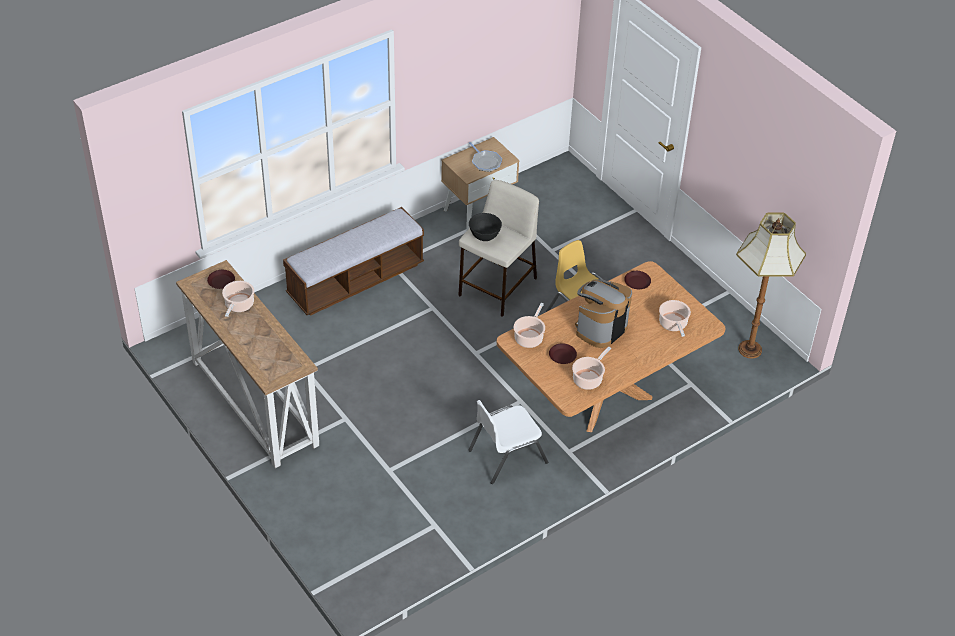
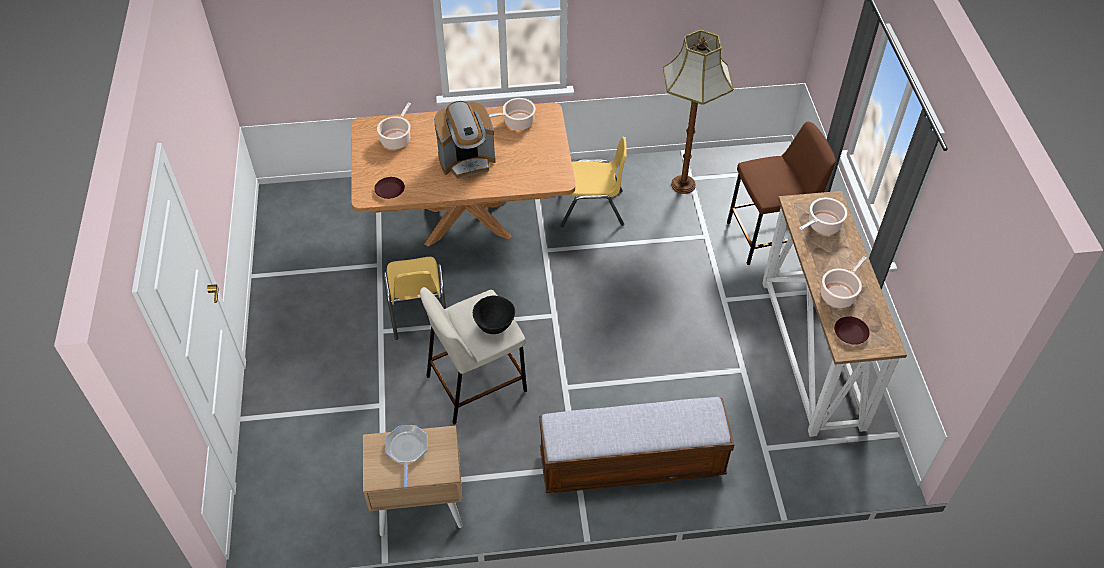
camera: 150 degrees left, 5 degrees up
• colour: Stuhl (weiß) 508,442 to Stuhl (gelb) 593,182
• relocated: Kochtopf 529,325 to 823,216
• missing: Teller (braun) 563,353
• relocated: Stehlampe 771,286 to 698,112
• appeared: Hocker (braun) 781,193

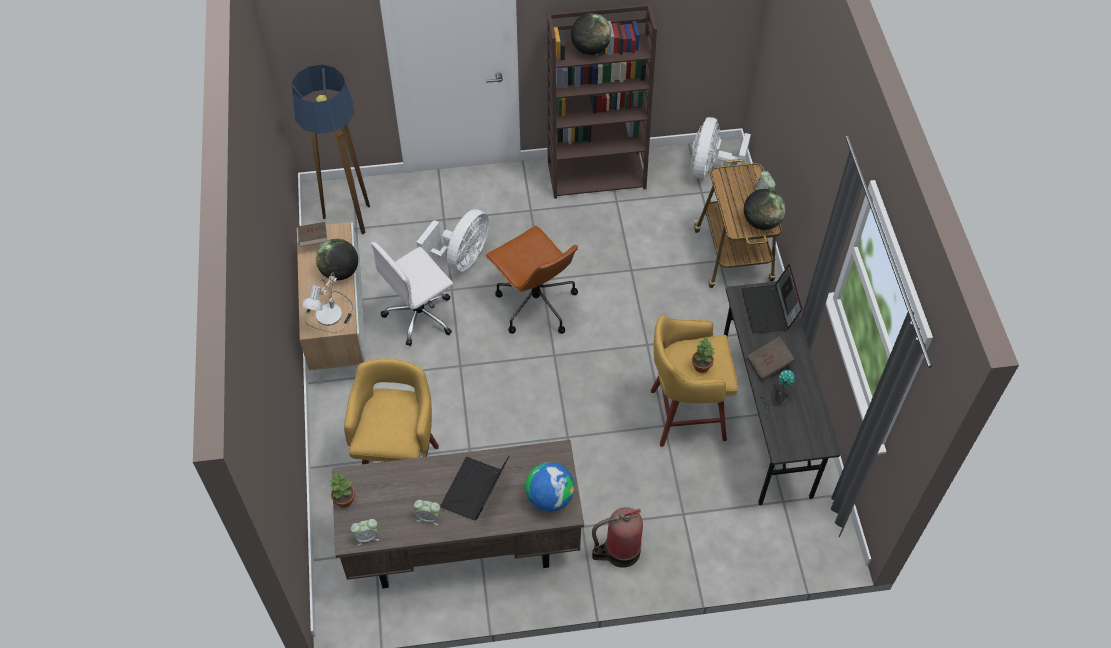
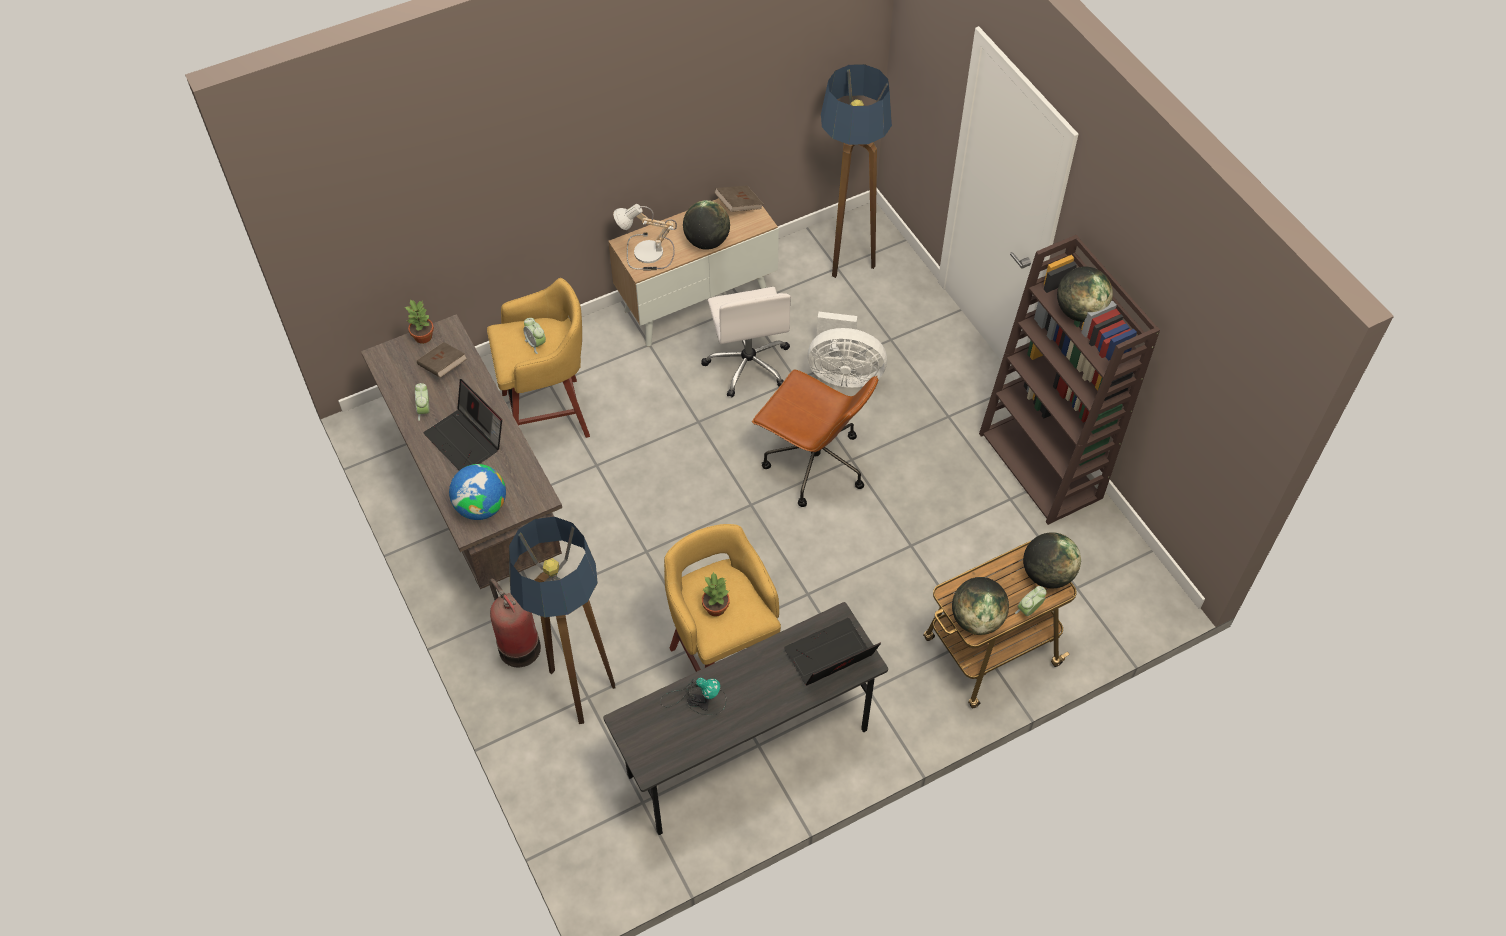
camera: 70 degrees right, 0 degrees up
• relocated: Wecker 365,532 to 534,336
• spun: Bürostuhl (weiß) 412,294 = 746,342 135 degrees counterclockwise
• spun: Laptop 474,488 = 462,424 135 degrees counterclockwise
• spun: Bürostuhl (braun) 531,280 = 815,438 90 degrees counterclockwise
• missing: Ventilator (weiß) 721,148
• relocated: Buch (braun) 771,358 to 442,360
• appeared: Stehlampe 562,620
• appeared: Globus 1052,560

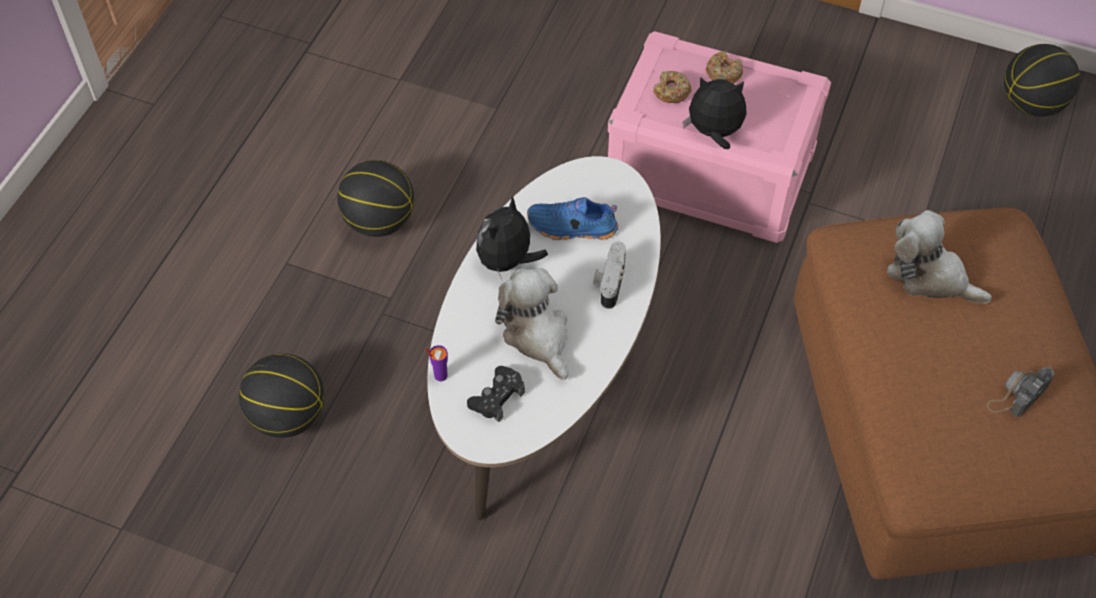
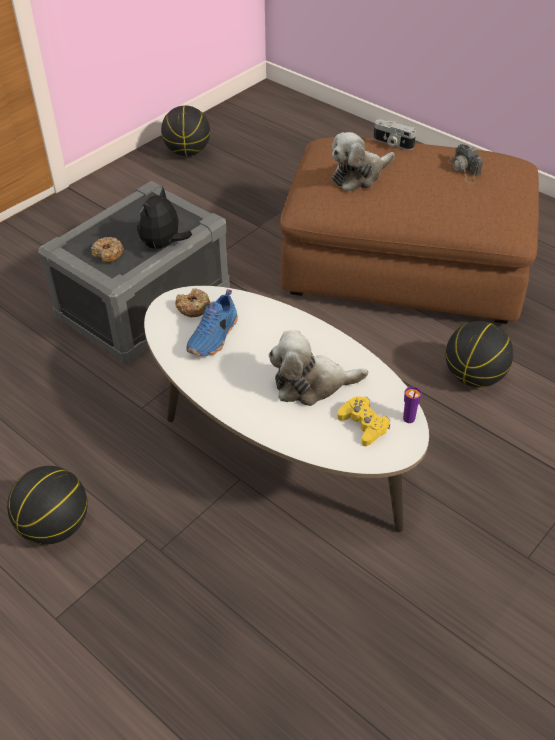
camera: 70 degrees left, 10 degrees down
• relocated: Basketball 282,395 to 480,354
• relocated: Tasse (lila) 436,363 to 412,405
• colour: Gamepad (schwarz) 496,394 to Gamepad (gelb) 364,421
• missing: Plüschtier 512,237
• relocated: Kamera 609,275 to 395,135
• colour: Aufbewahrungsbox (rosa) 719,137 to Aufbewahrungsbox (grau) 134,272
• relocated: Donut 724,67 to 193,302

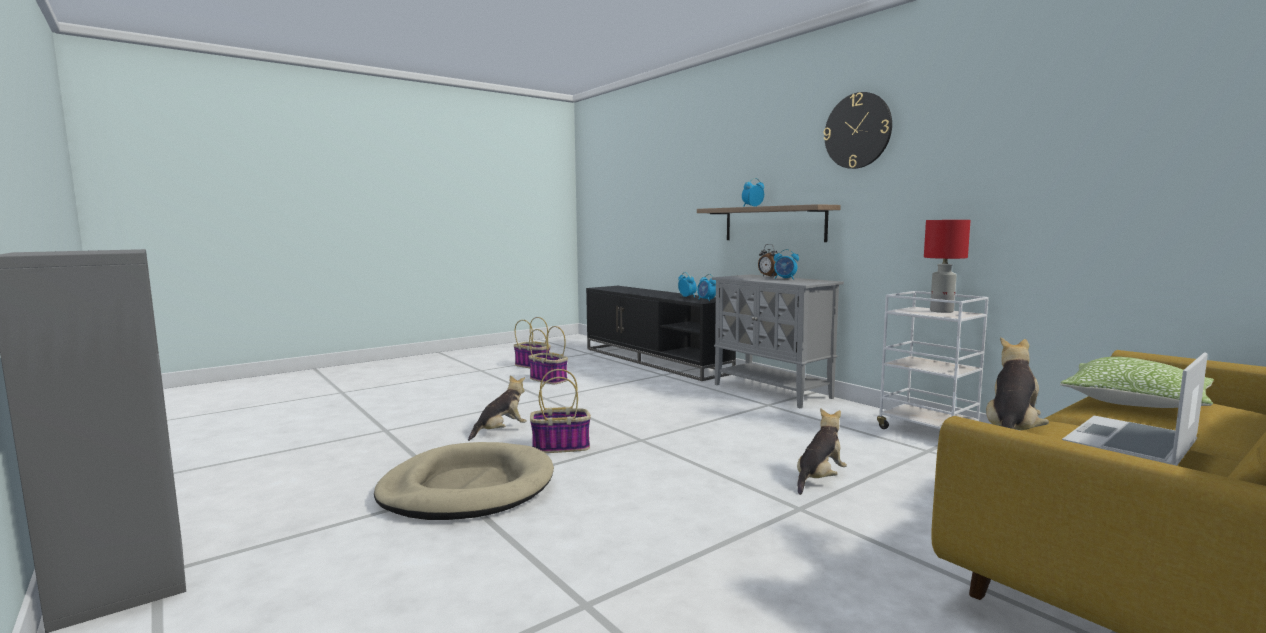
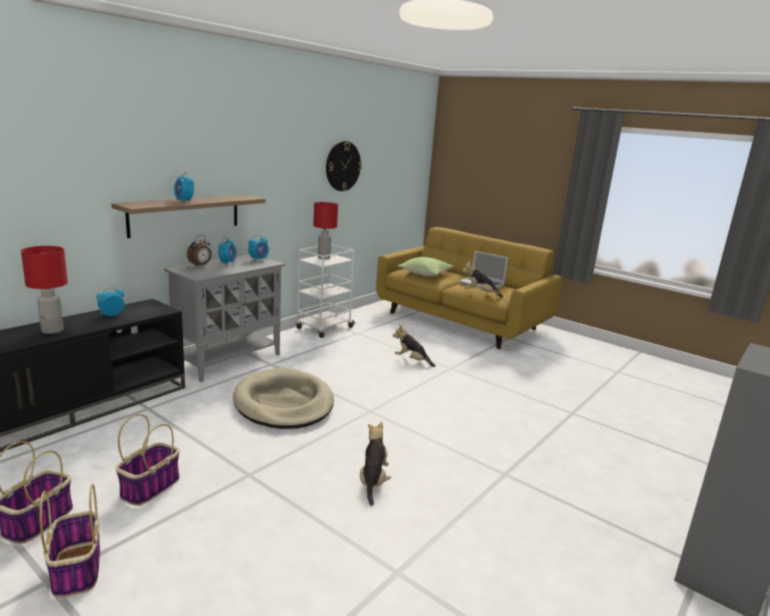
camera: 105 degrees left, 10 degrees up
• relocated: Hundebett (beige) 464,481 to 283,398
• spun: Plüschtier 497,408 = 375,464 60 degrees clockwise
• relocated: Korb 560,411 to 69,541
• relocated: Wecker 706,287 to 258,247
• relocated: Wanduhr 858,130 to 344,166
• appeared: Tischlampe (rot) 44,290

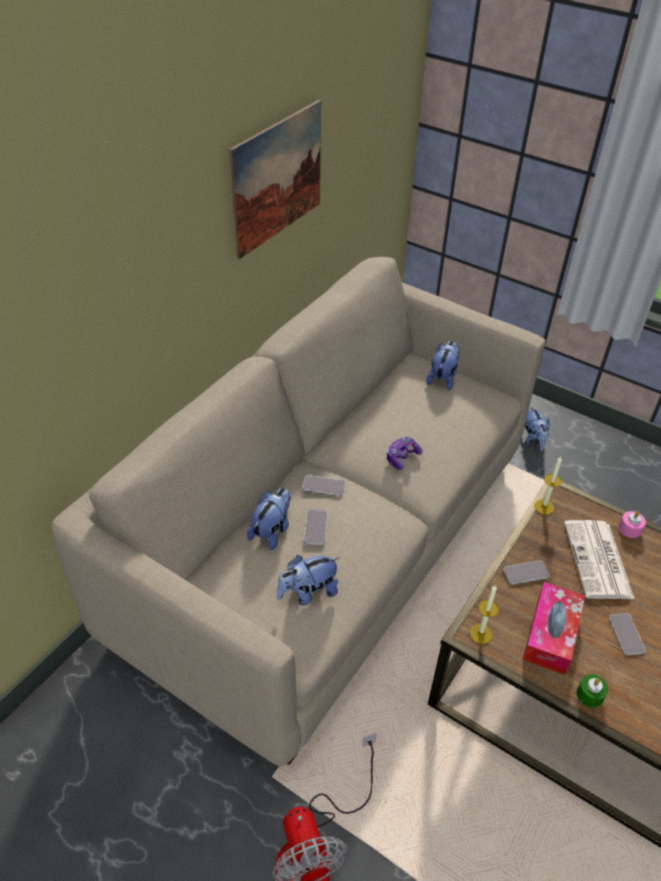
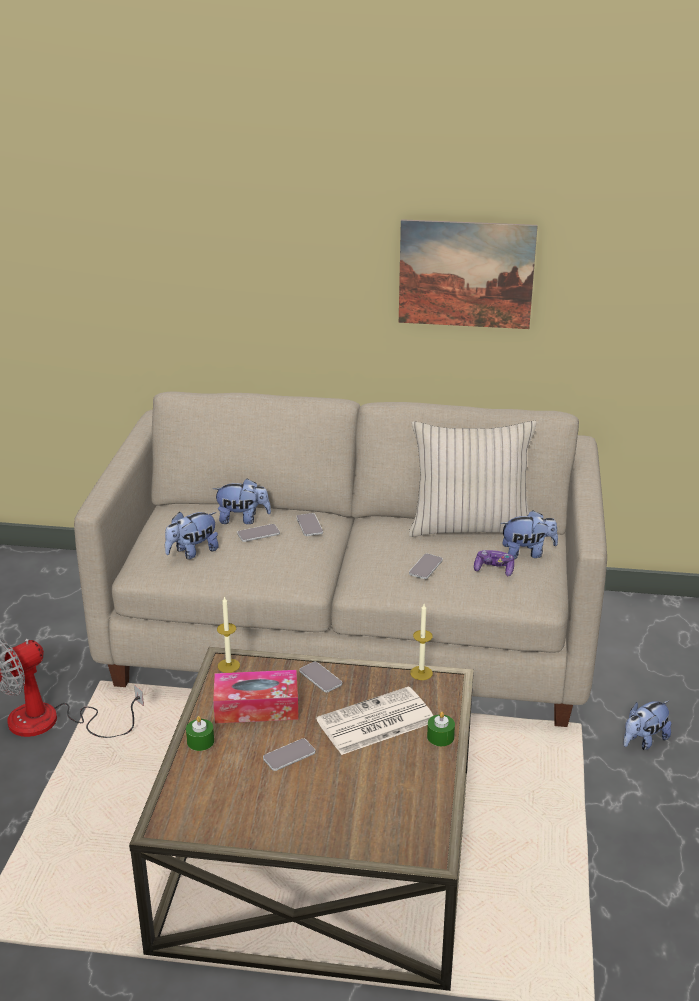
camera: 65 degrees right, 15 degrees down
• spun: Plüschtier 308,580 = 192,535 75 degrees counterclockwise
• relocated: Gamepad 404,453 to 494,563
• colour: Kerze (rosa) 632,524 to Kerze (grün) 441,729
• appeared: Kissen (beige) 473,479
• appeared: Handy 426,566

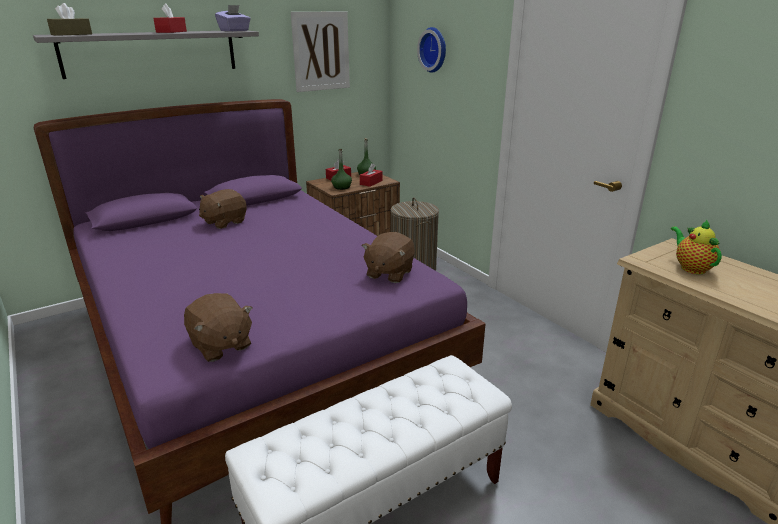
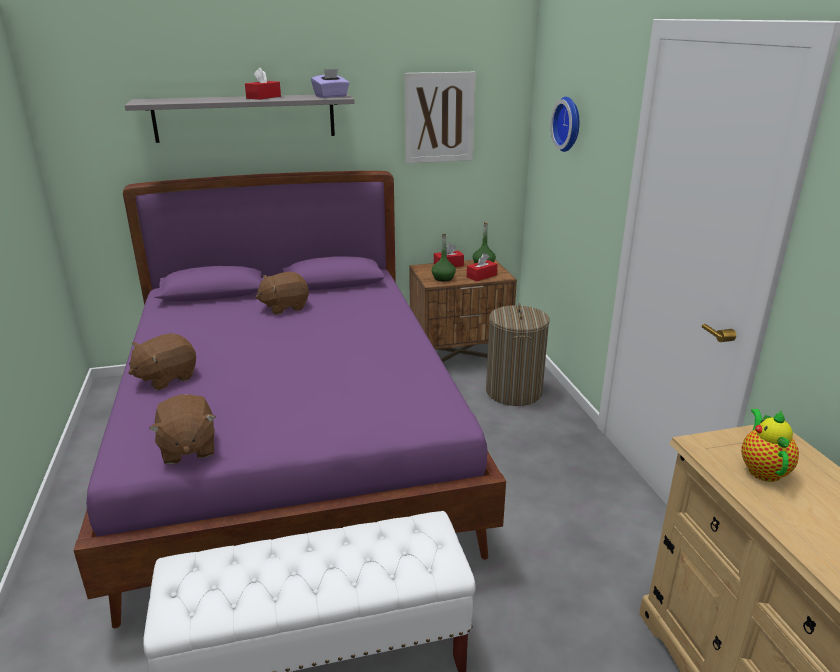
camera: 20 degrees right, 0 degrees up
• missing: Taschentuchbox (braun) 69,19
• relocated: Plüschtier (braun) 388,257 to 162,361

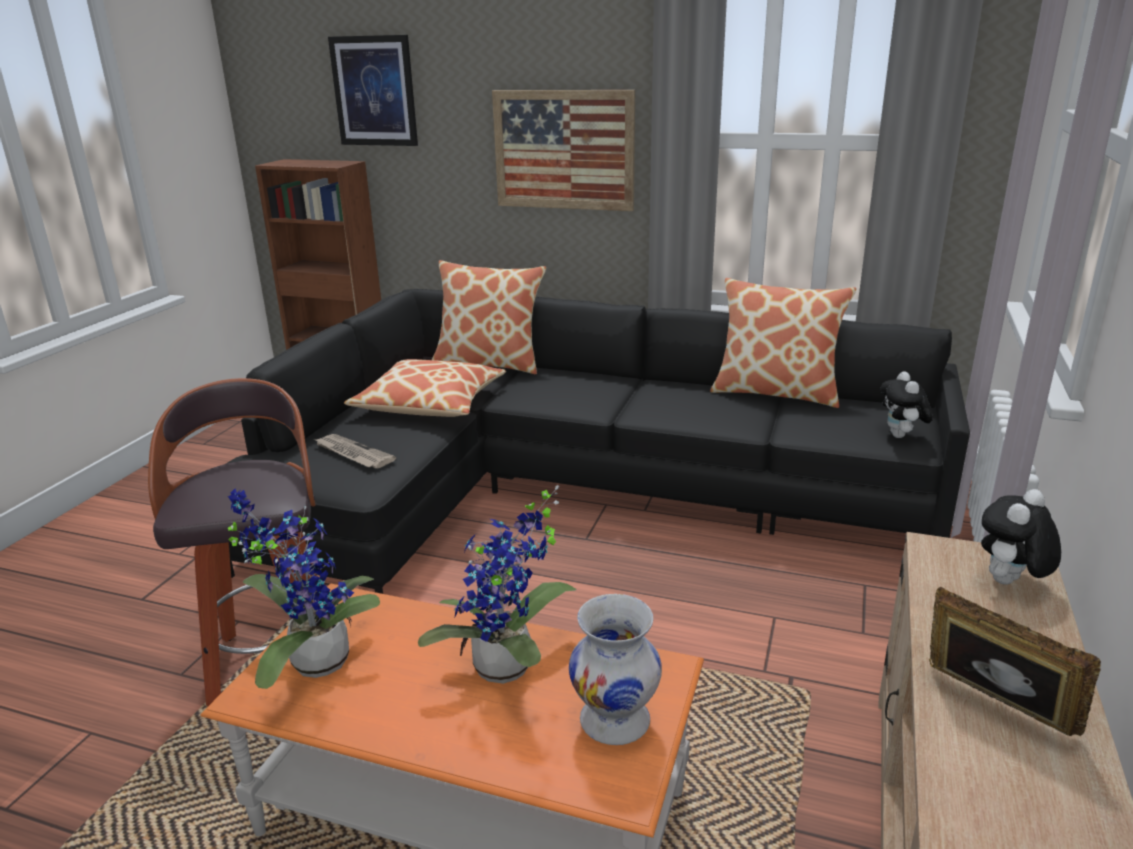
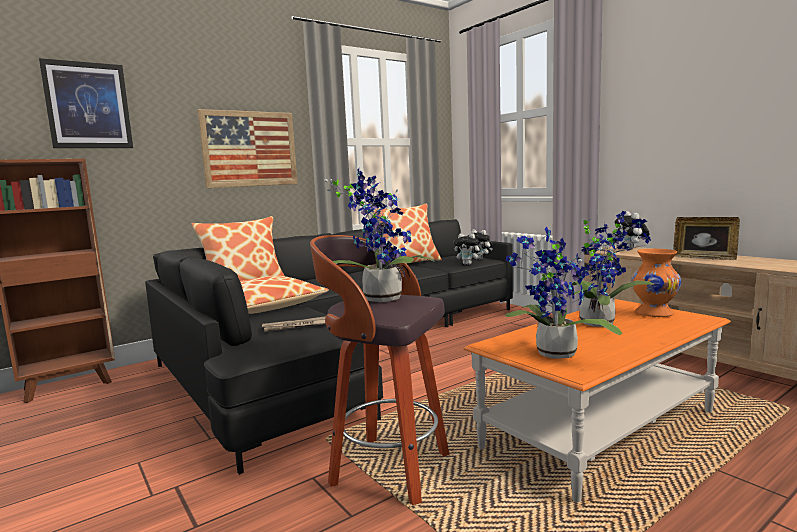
camera: 55 degrees left, 15 degrees down
• colour: Vase (weiß) 615,669 to Vase (orange) 656,283
• spun: Bilderrahmen 1015,661 = 706,238 135 degrees counterclockwise
• appeared: Topfpflanze 379,235
• appeared: Plüschtier 468,249

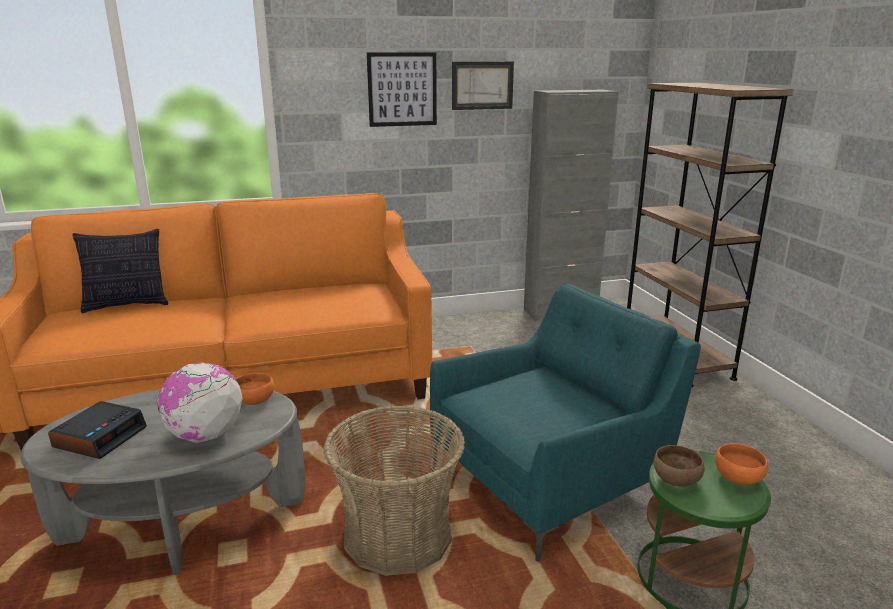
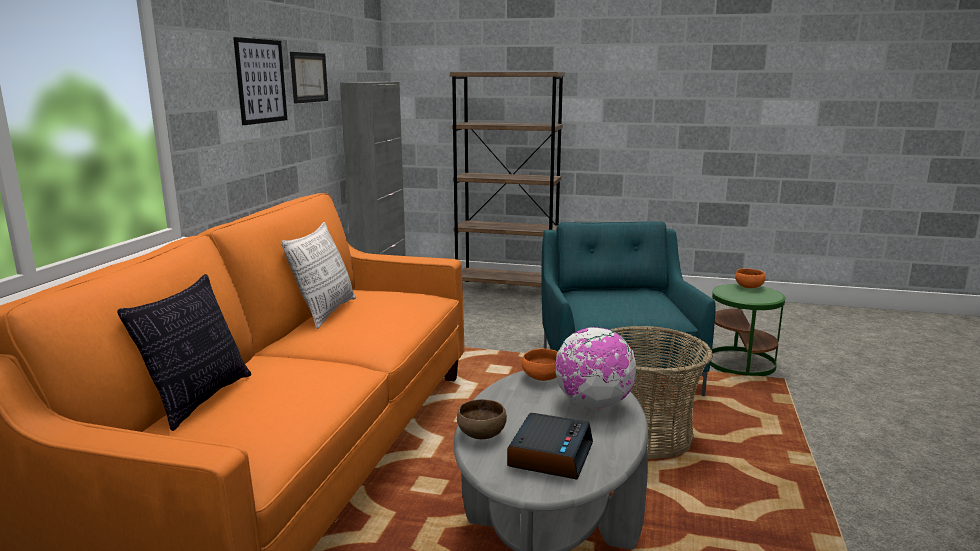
camera: 60 degrees left, 5 degrees down
• spun: Wecker 97,430 = 550,446 60 degrees clockwise
• relocated: Schüssel (braun) 679,466 to 482,419
• appeared: Kissen 318,275

